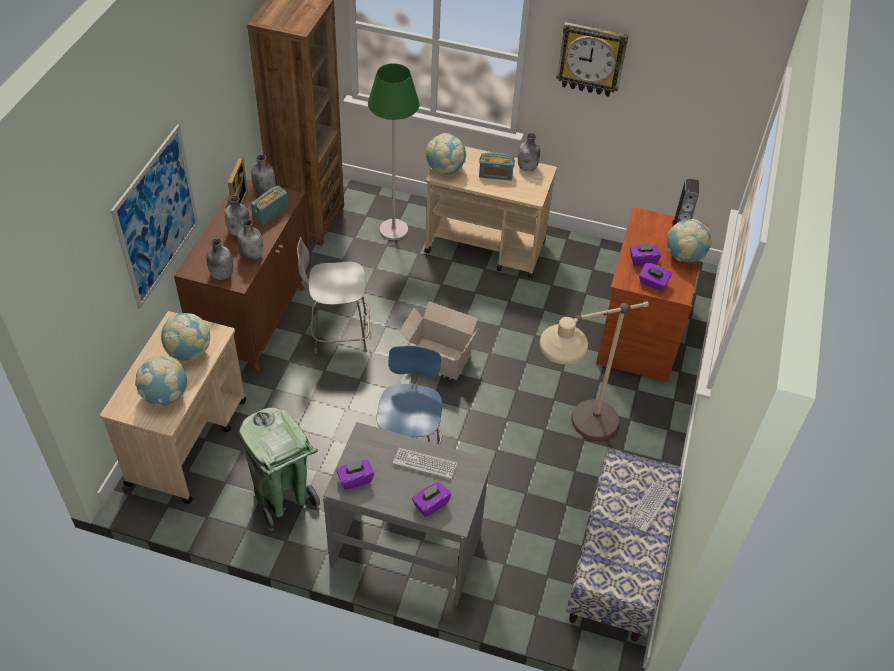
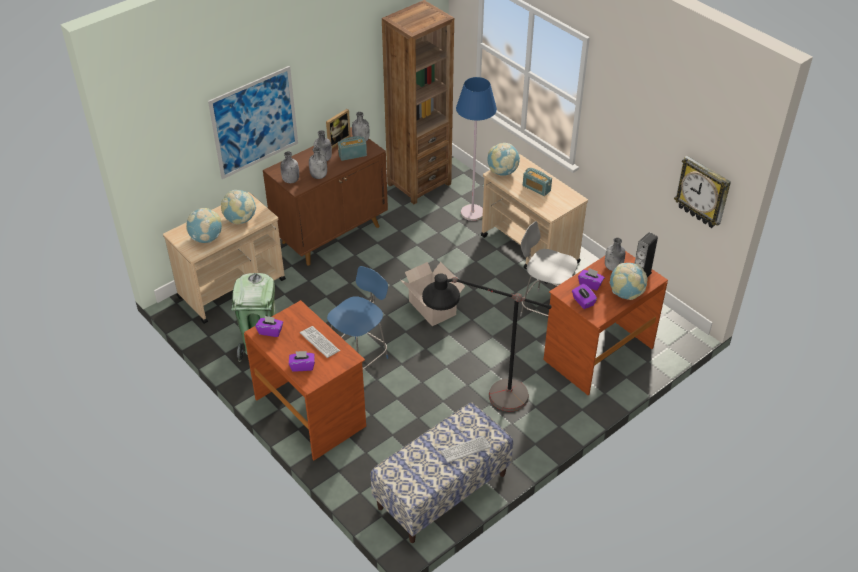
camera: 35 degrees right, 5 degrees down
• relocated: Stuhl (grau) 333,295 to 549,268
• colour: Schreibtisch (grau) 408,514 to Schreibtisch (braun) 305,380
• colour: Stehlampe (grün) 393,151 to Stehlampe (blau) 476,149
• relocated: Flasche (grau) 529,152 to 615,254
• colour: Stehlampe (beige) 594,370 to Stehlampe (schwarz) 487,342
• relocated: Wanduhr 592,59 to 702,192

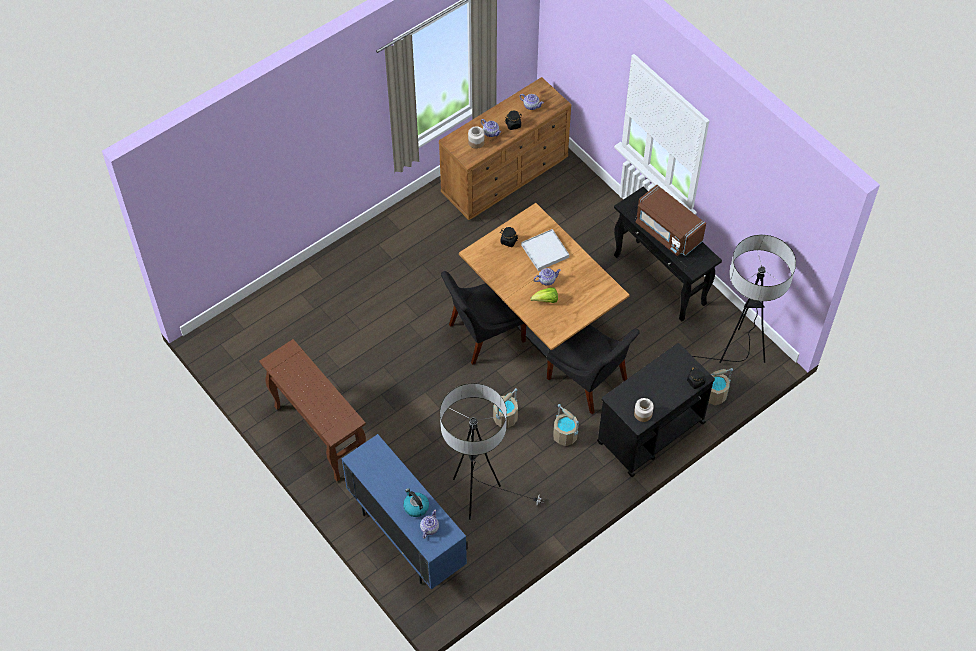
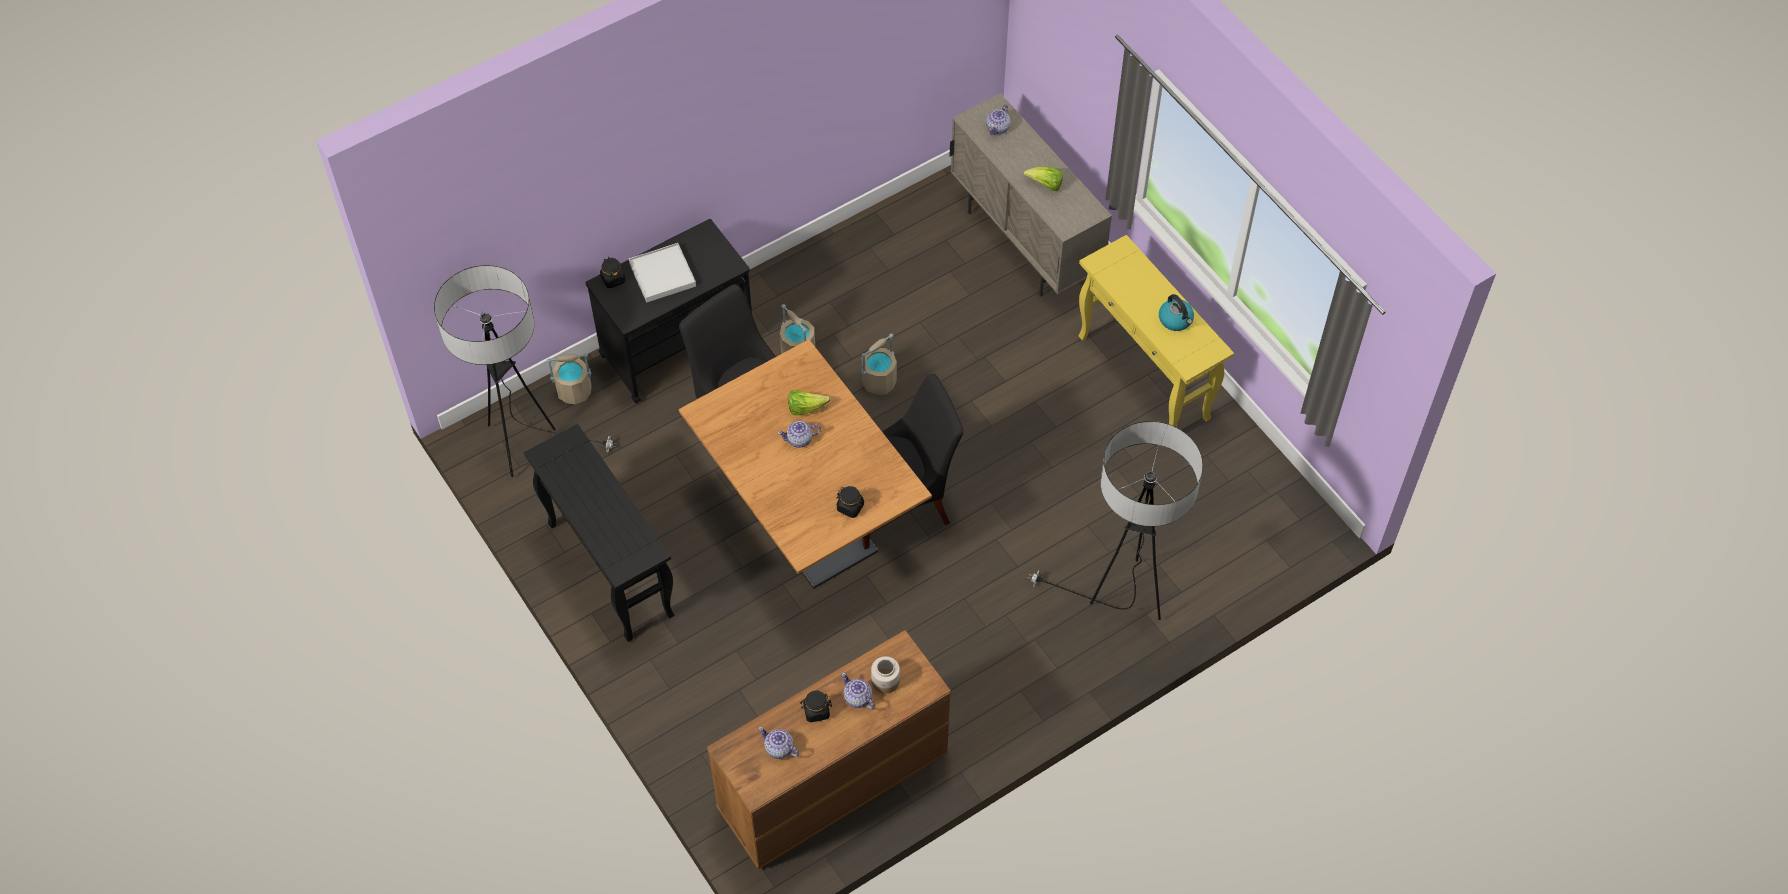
camera: 175 degrees left, 0 degrees up
• colour: Konsolentisch (braun) 312,410 to Konsolentisch (gelb) 1156,331
• colour: Schrank (blau) 405,512 to Schrank (beige) 1031,194
• relocated: Wasserkessel 416,502 to 1176,312
• relocated: Stehlampe 492,451 to 1115,520
• relocated: Tablett (weiß) 545,250 to 662,273
• missing: Vorratsglas 644,410
• missing: Mikrowelle (braun) 671,220
• appeared: Salatkopf 1043,179

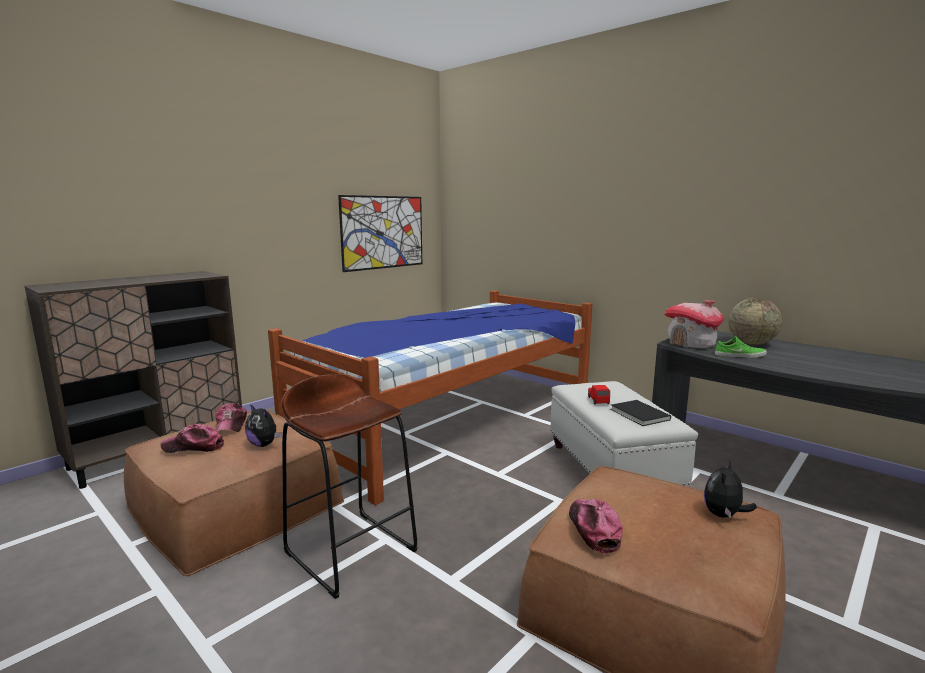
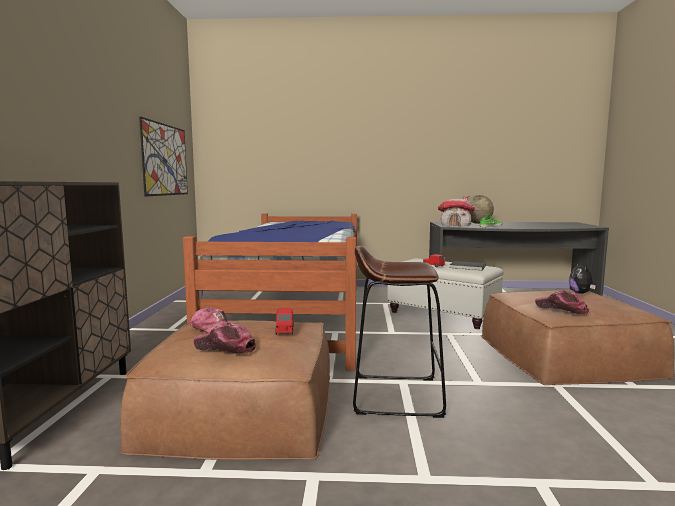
camera: 40 degrees left, 5 degrees down
• spun: Kappe 192,438 = 225,338 60 degrees clockwise
• exchanged: Plüschtier 263,425 to Spielzeugauto (rot) 284,321

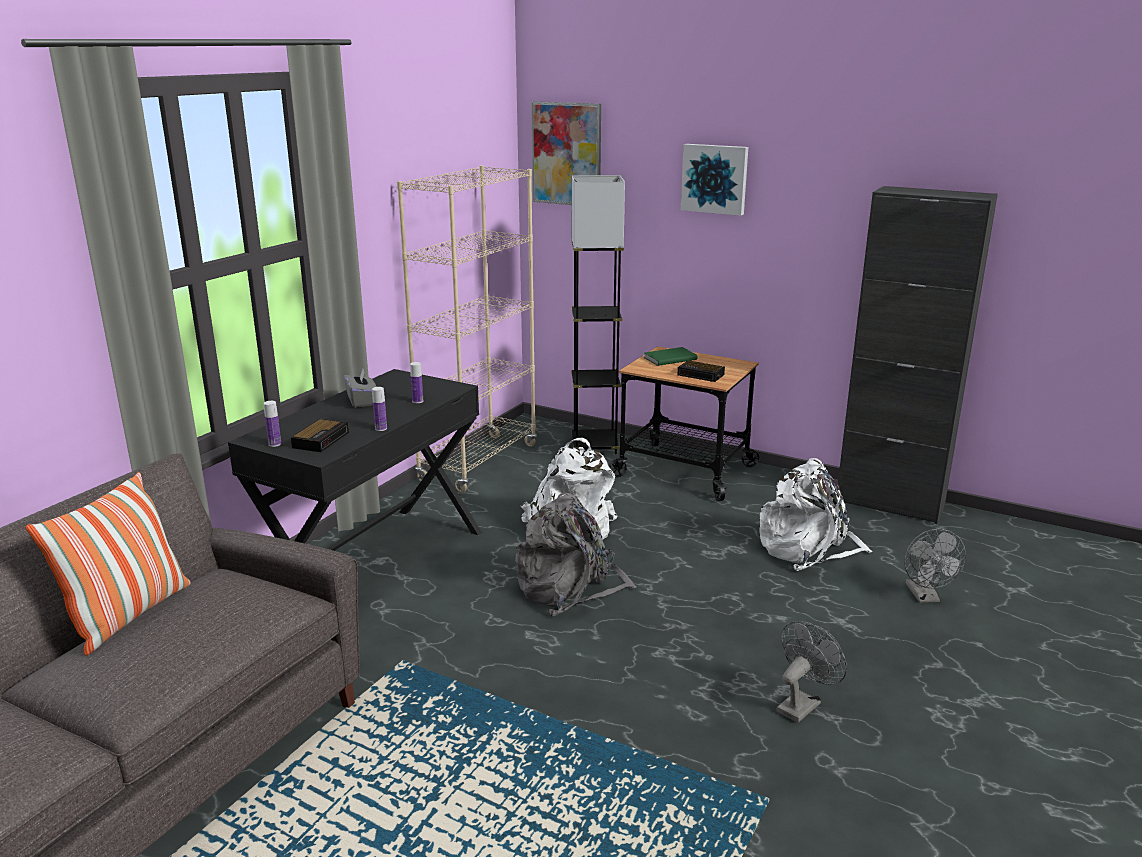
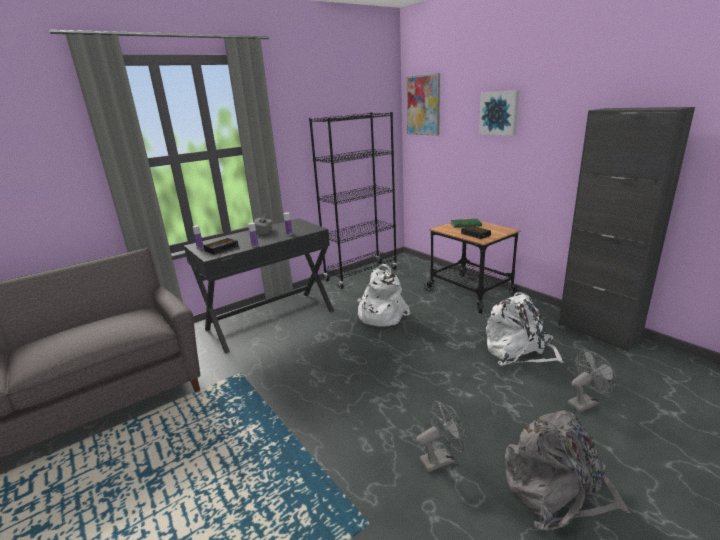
camera: 25 degrees right, 0 degrees up
• missing: Kissen 108,564
• colour: Bücherregal (beige) 467,328 to Bücherregal (schwarz) 353,200
• relocated: Rucksack (grau) 576,554 to 567,470
• missing: Stehlampe (grau) 598,315
• spun: Ventilator (grau) 935,566 = 592,381 135 degrees counterclockwise

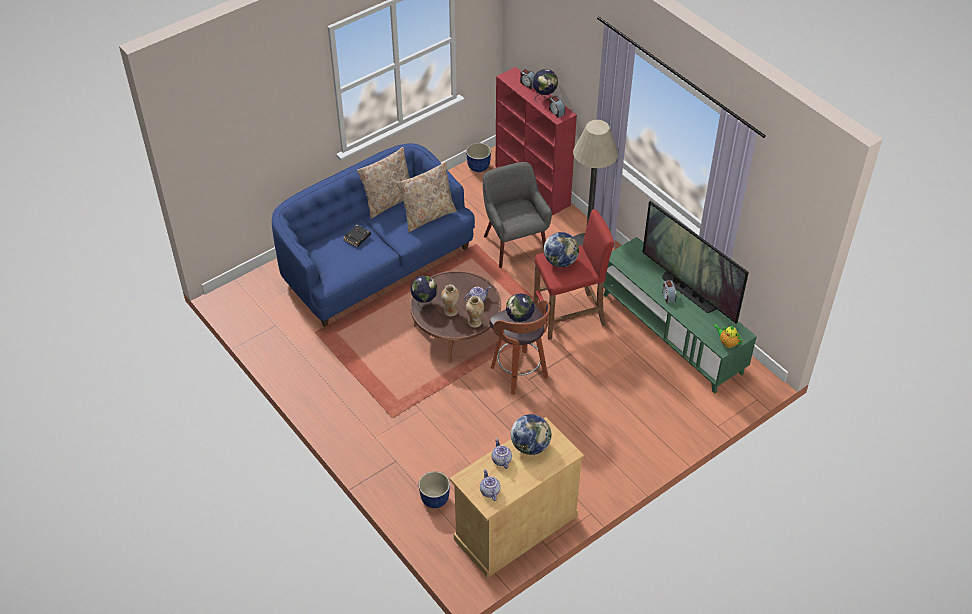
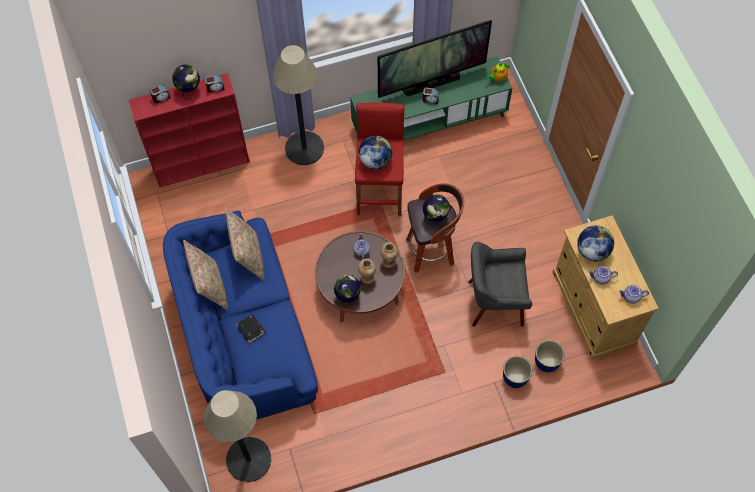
camera: 70 degrees left, 15 degrees up
• relocated: Pflanzkübel 478,157 to 517,372
• relocated: Sessel (grau) 517,215 to 500,284
• appeared: Stehlampe 237,436

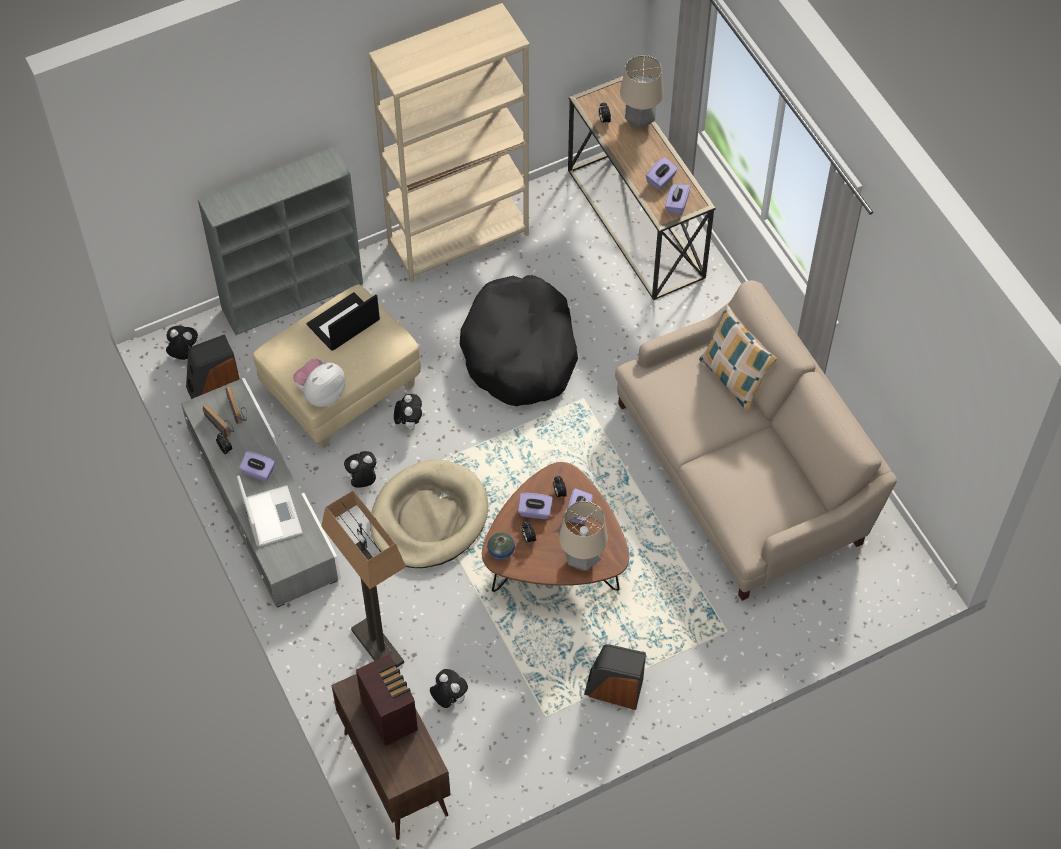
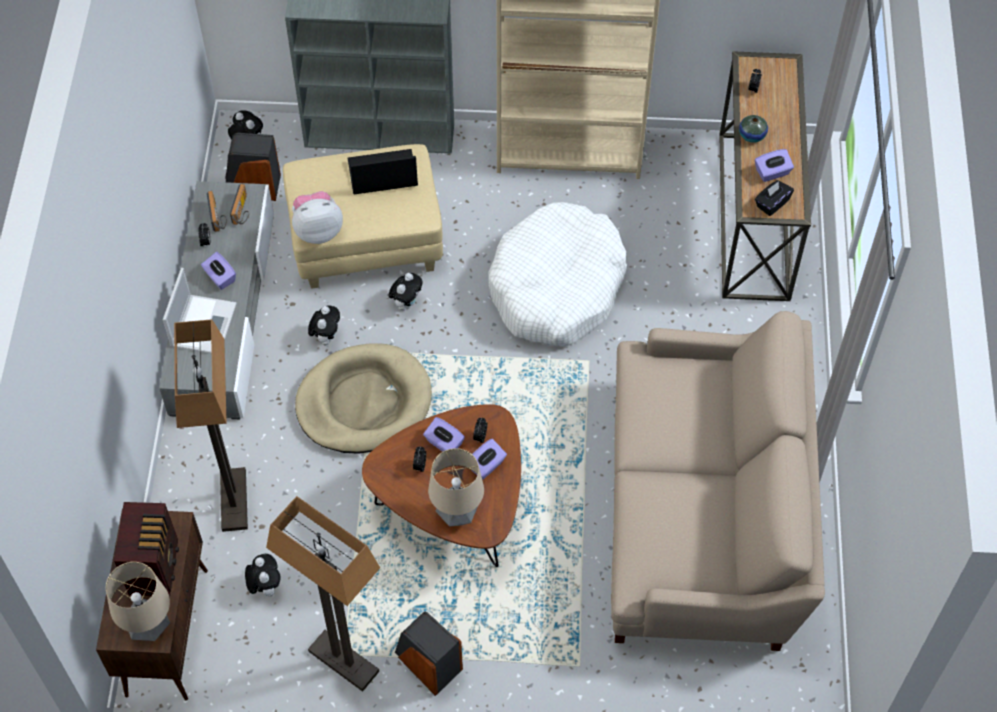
camera: 30 degrees right, 0 degrees up
• spun: Plüschtier 360,469 = 324,325 90 degrees clockwise
• colour: Hundebett (schwarz) 519,340 to Hundebett (weiß) 558,274
• relocated: Vase 501,546 to 753,129
• relocated: Tischlampe 642,91 to 138,601
• colour: Taschentuchbox (lila) 678,199 to Taschentuchbox (schwarz) 774,198
• missing: Kissen 738,358
• appeared: Stehlampe 323,594

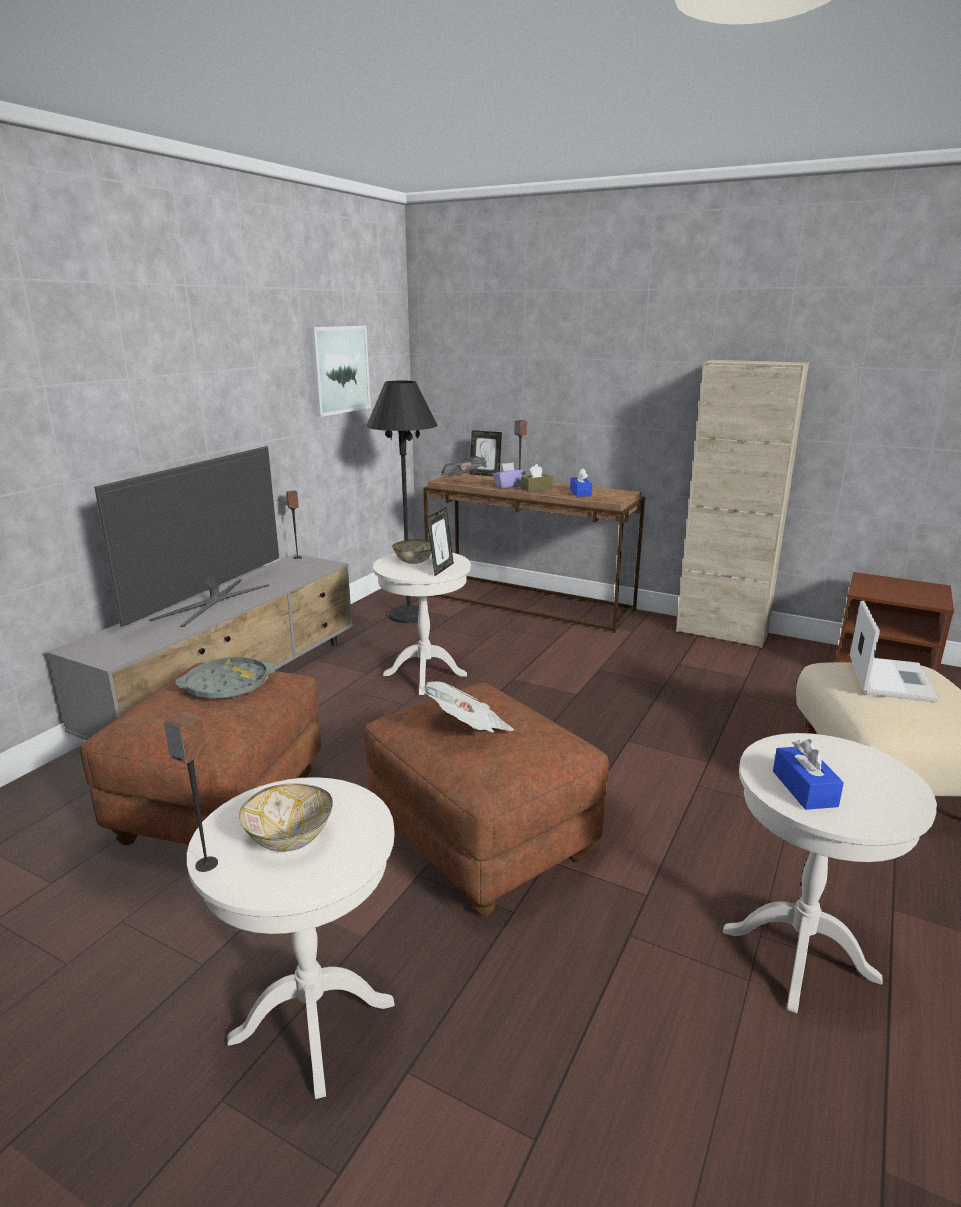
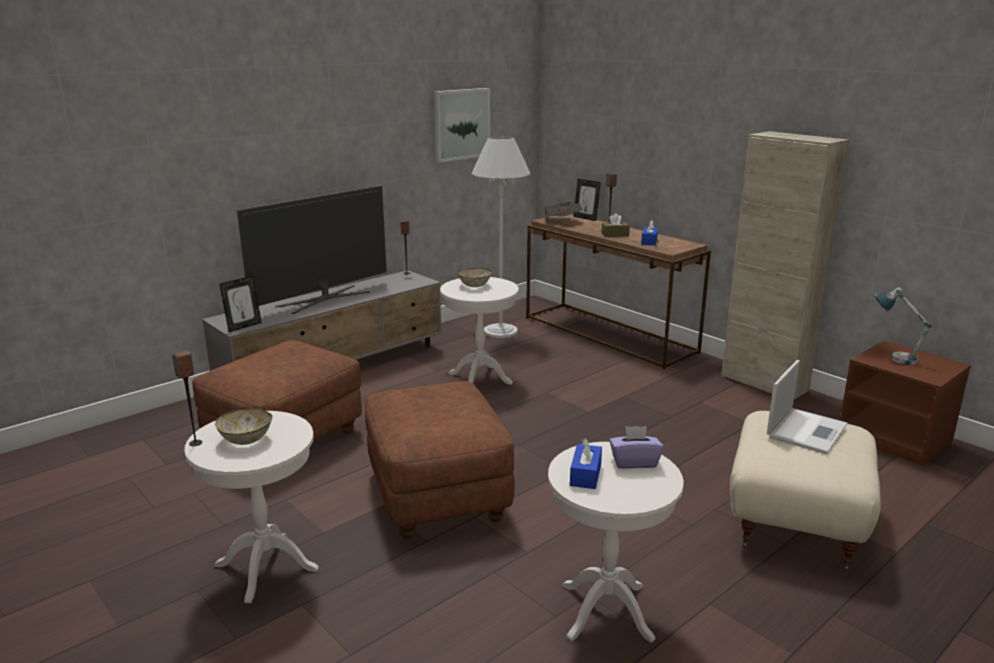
camera: 20 degrees right, 0 degrees up
• missing: Tablett (grau) 225,678
• colour: Stehlampe (schwarz) 401,502 to Stehlampe (weiß) 501,237
• missing: Zeitung 467,707
• relocated: Bilderrahmen 440,541 to 240,304
• relocated: Taschentuchbox (lila) 509,475 to 636,447
• appeared: Tischlampe 903,326

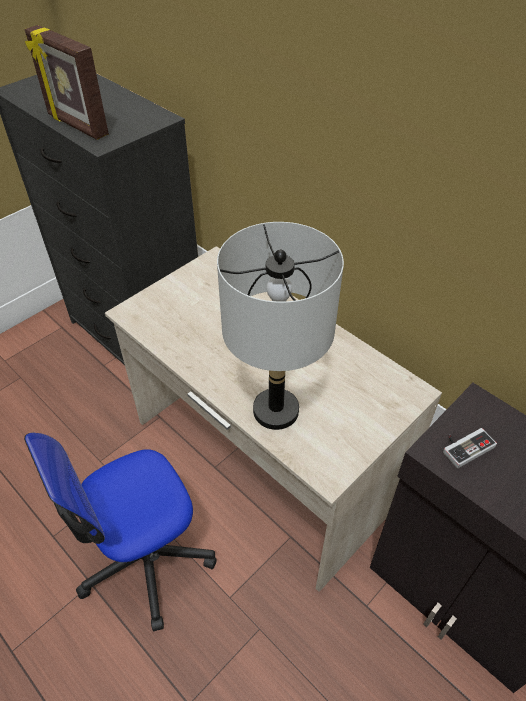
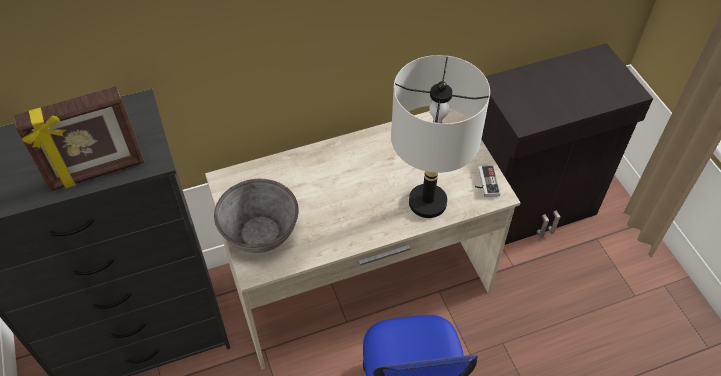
camera: 65 degrees left, 5 degrees up
• relocated: Gamepad 470,448 to 487,181
• appeared: Schüssel (grau) 256,216

